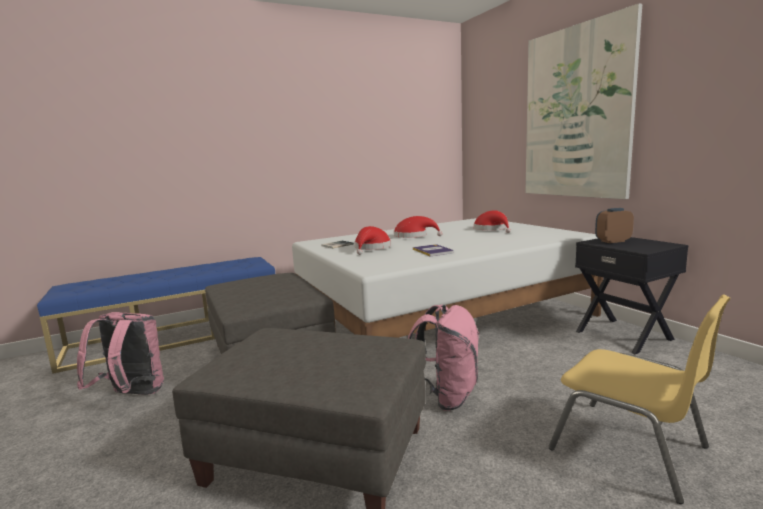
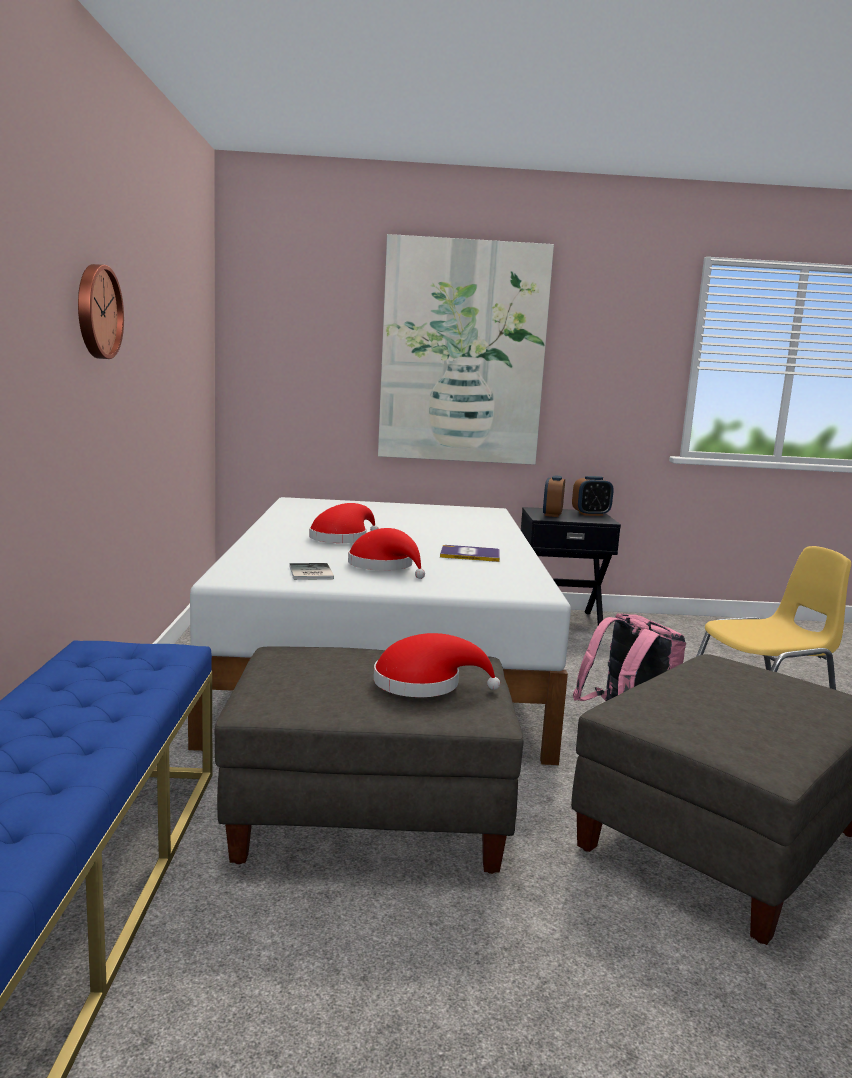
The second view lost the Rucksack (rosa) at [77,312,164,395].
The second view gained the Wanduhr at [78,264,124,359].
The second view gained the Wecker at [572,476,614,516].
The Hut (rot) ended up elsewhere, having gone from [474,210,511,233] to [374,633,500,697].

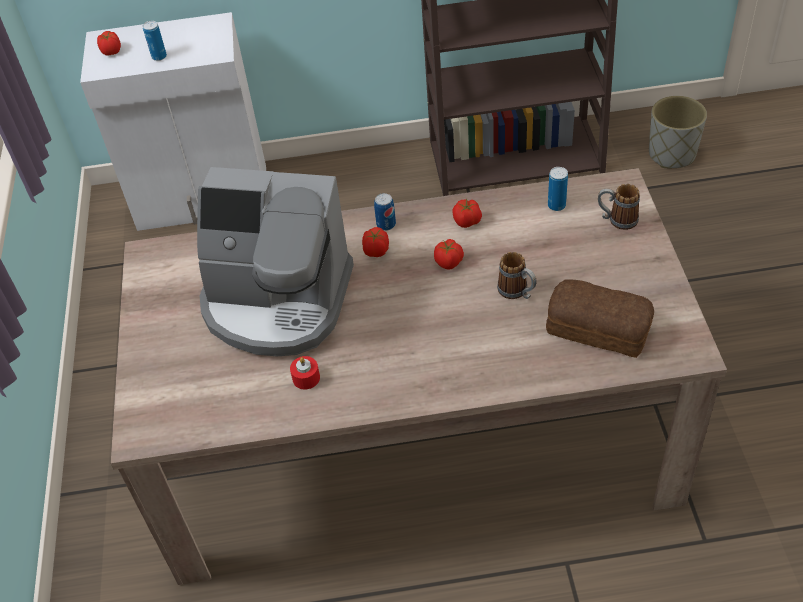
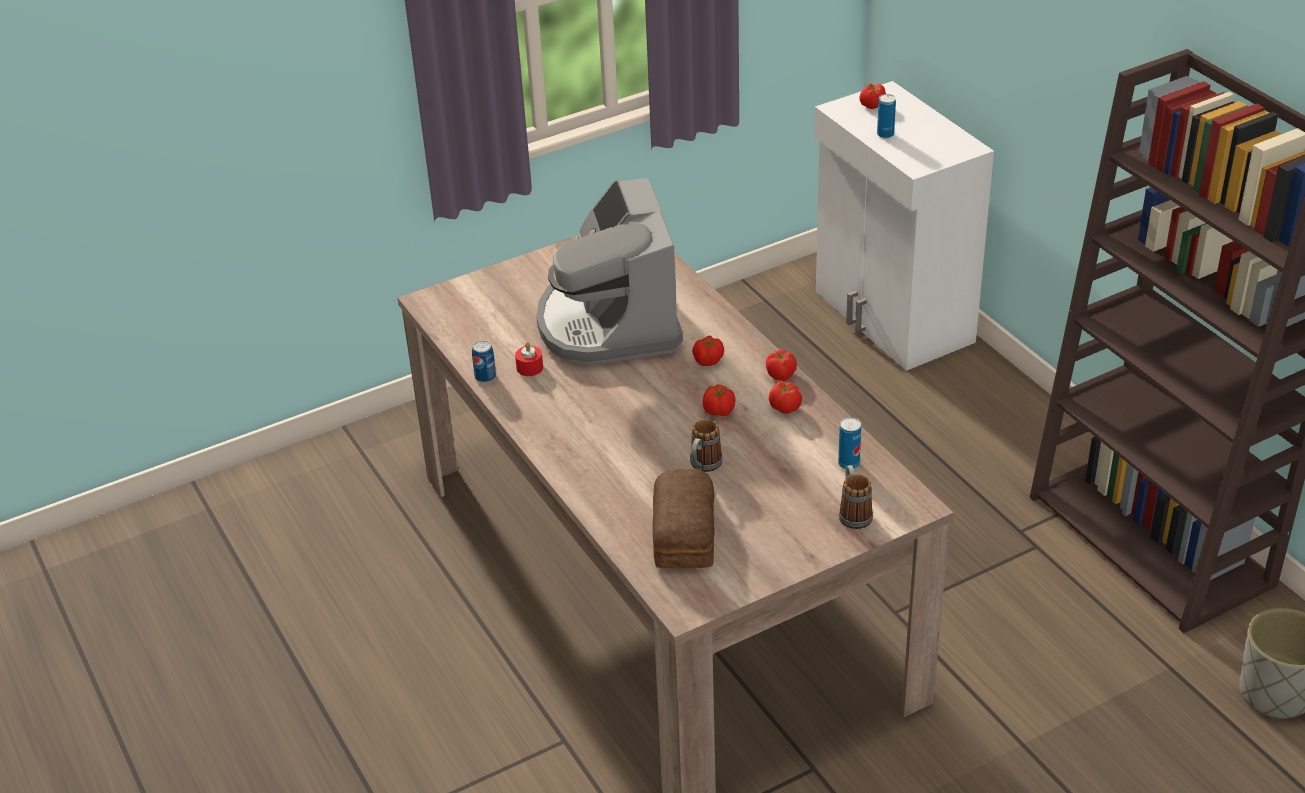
The second view gained the Tomate at [766,349,797,381].
The Dose ended up elsewhere, having gone from [374,193,396,231] to [472,341,496,383].

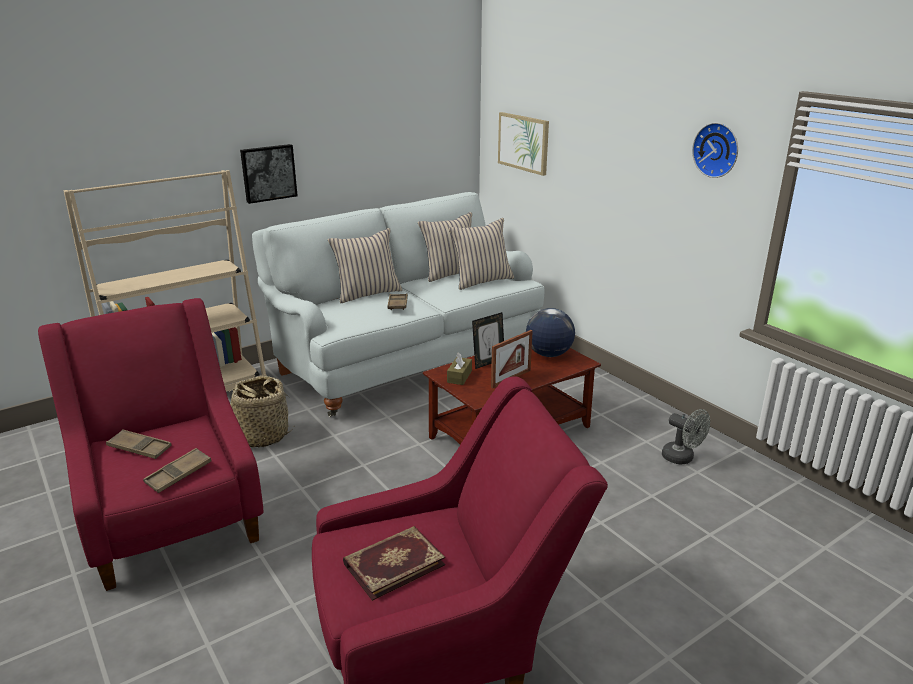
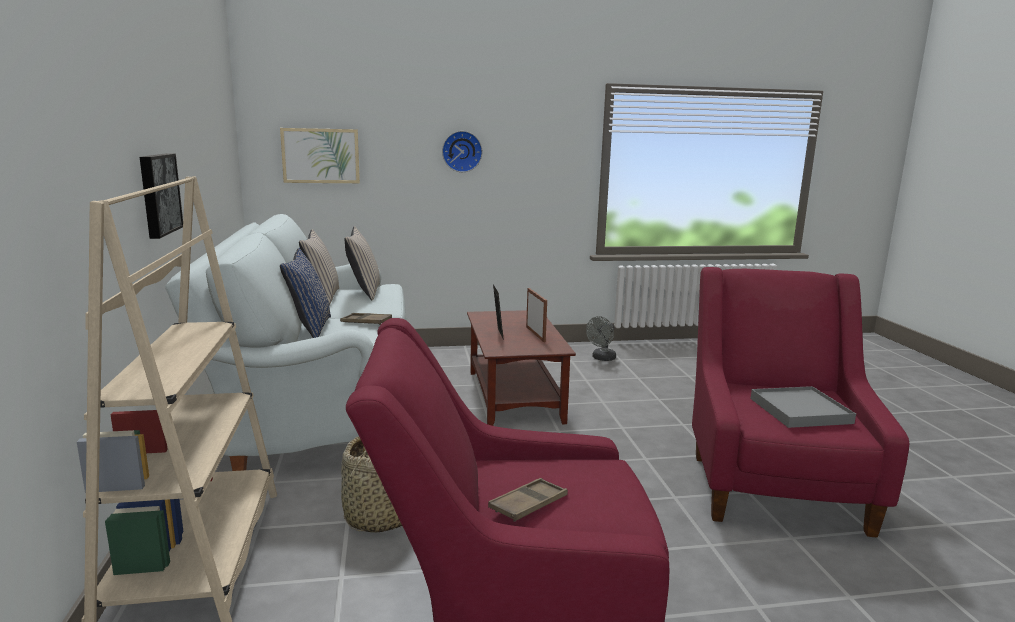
The second view lost the Tablett (braun) at [143,448,211,493].
The second view lost the Taschentuchbox (braun) at [447,352,472,385].
The second view lost the Globus at [526,308,575,357].
The Wanduhr ended up elsewhere, having gone from [692,123,738,178] to [442,131,482,172].
Where the Buch stood at [343,526,445,601], the Tablett (grau) came to stand at [751,386,856,428].
What was the Kissen (beige) at [328,228,402,303] turned into the Kissen (blau) at [280,248,331,338].
The Ventilator (grau) at [662,409,710,464] ended up facing another way, 150 degrees clockwise from before.

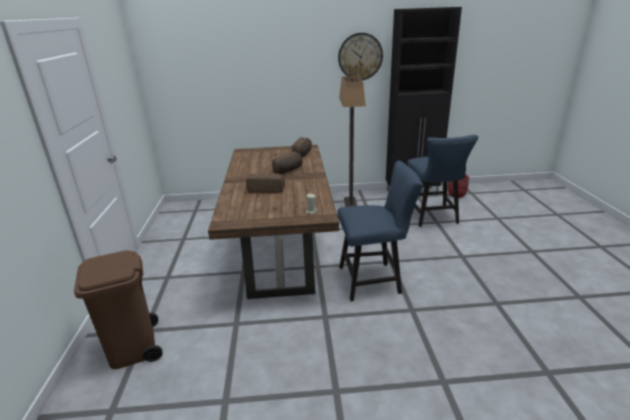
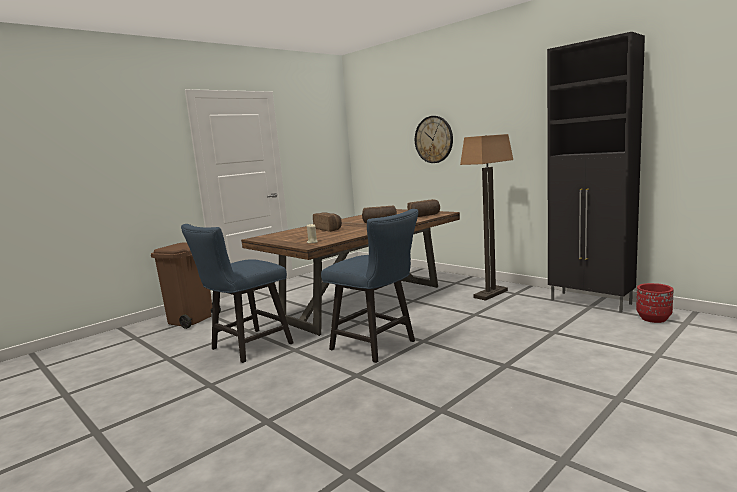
The Wanduhr ended up elsewhere, having gone from [338,33,383,80] to [415,116,453,163].
The Stuhl (blau) ended up elsewhere, having gone from [407,135,478,227] to [181,224,294,363].

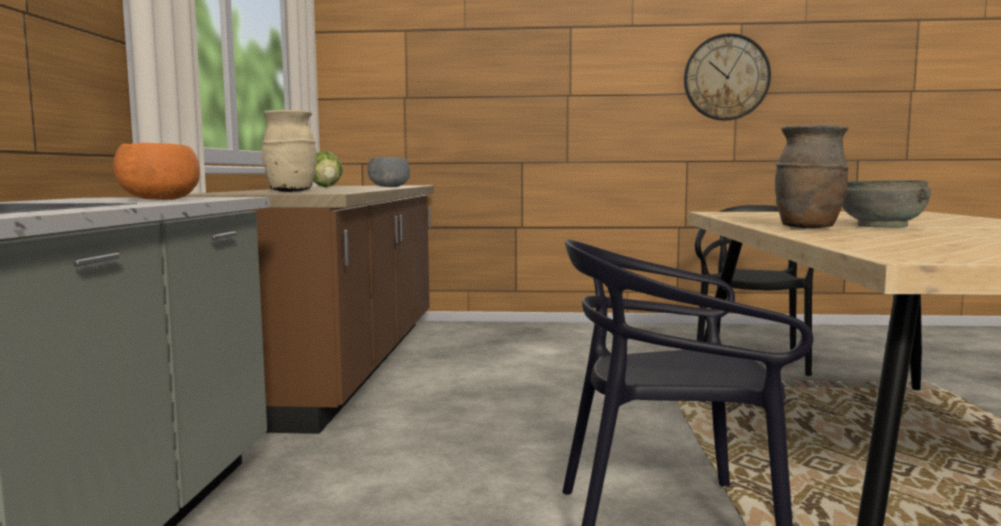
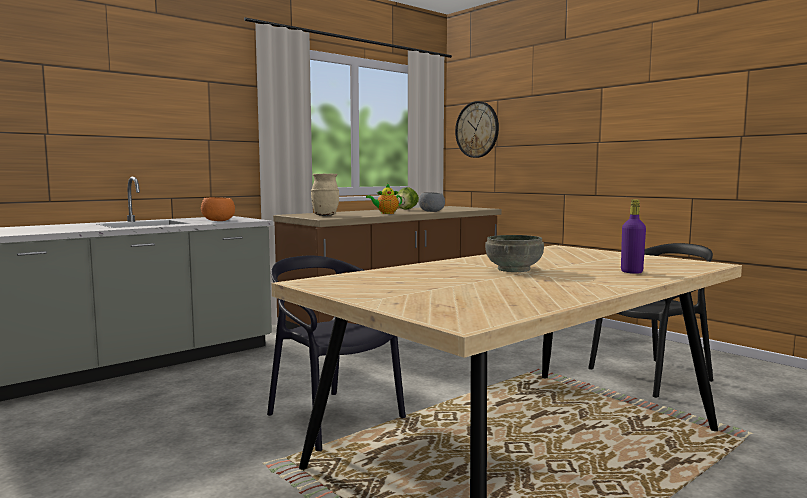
The second view lost the Vase (braun) at [775,125,849,228].
The second view gained the Teekanne at [366,183,402,214].
The second view gained the Flasche (lila) at [621,199,646,274].
The Wanduhr ended up elsewhere, having gone from [684,33,771,121] to [455,101,499,158].

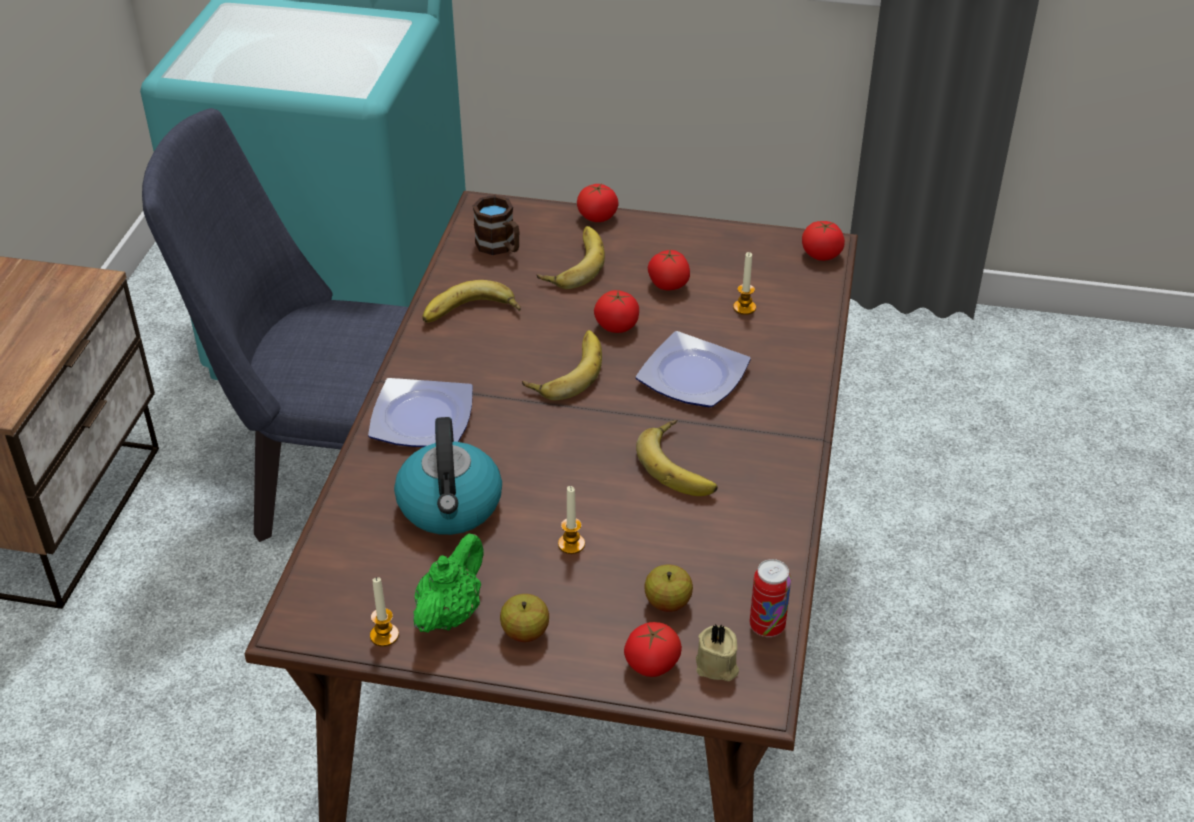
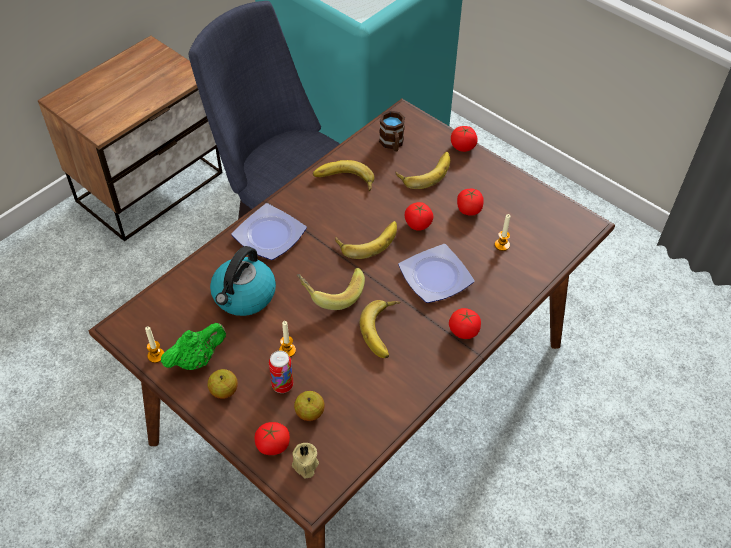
The second view gained the Banane at [297,268,365,310].
The Dose ended up elsewhere, having gone from [750,559,791,637] to [269,351,293,393].
The Tomate ended up elsewhere, having gone from [802,221,845,261] to [449,308,481,339].

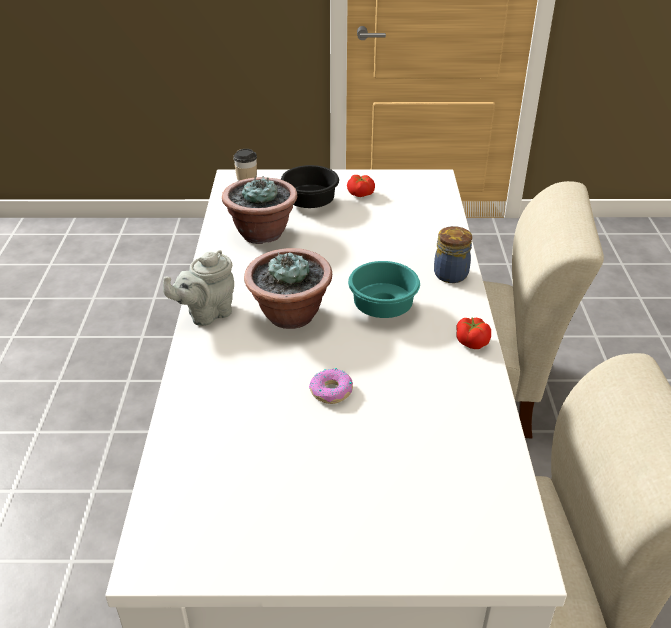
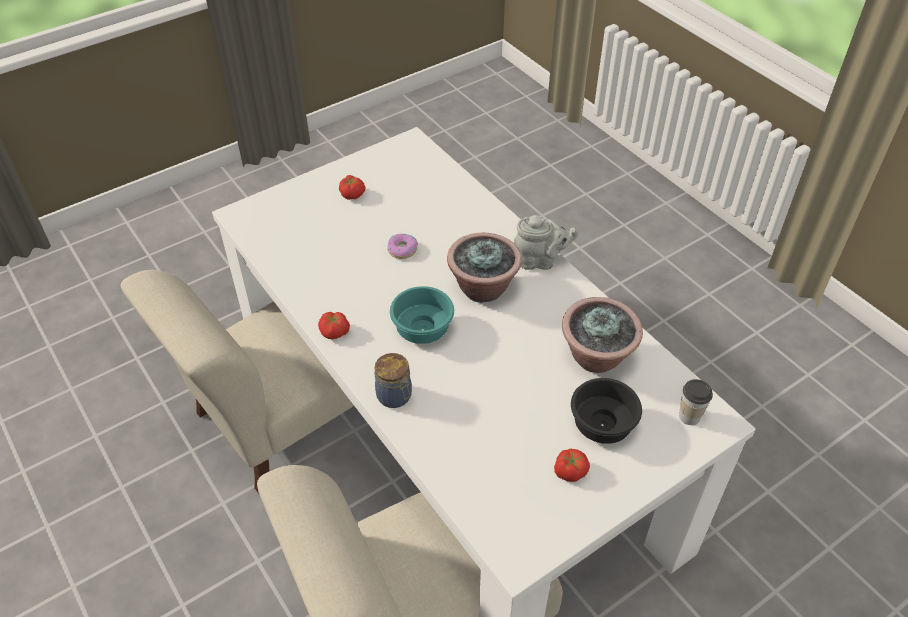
The second view gained the Tomate at [339,175,365,200].
The Teekanne (grau) at [163,250,234,326] ended up facing another way, 75 degrees clockwise from before.

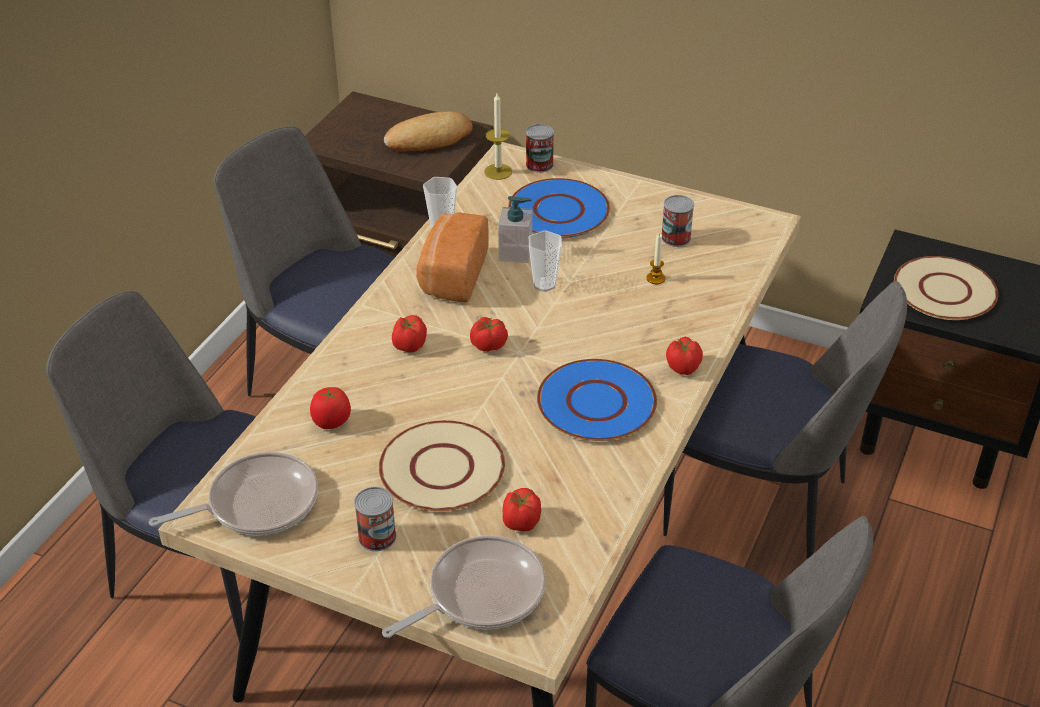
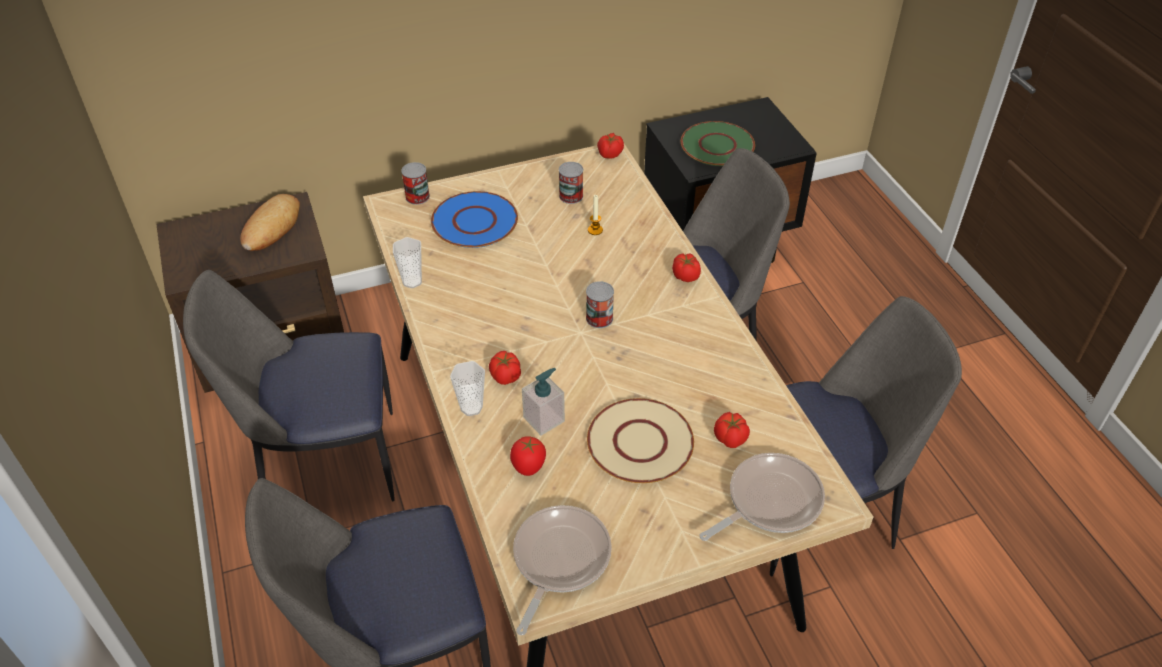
The second view lost the Brot at [416,212,489,302].
The second view lost the Kerze at [484,93,512,180].
The second view lost the Teller (blau) at [537,359,657,441].
The Dose ended up elsewhere, having gone from [354,487,396,551] to [586,281,614,328].
The Tomate ended up elsewhere, having gone from [470,317,508,352] to [597,133,624,159].
The Seifenspender ended up elsewhere, having gone from [498,196,532,263] to [522,368,565,436].
The Tasse ended up elsewhere, having gone from [529,230,562,292] to [450,361,485,416].
What was the Teller (beige) at [894,256,998,320] turned into the Teller (grün) at [681,121,755,166].
The Pfanne at [382,535,546,638] ended up facing another way, 45 degrees clockwise from before.

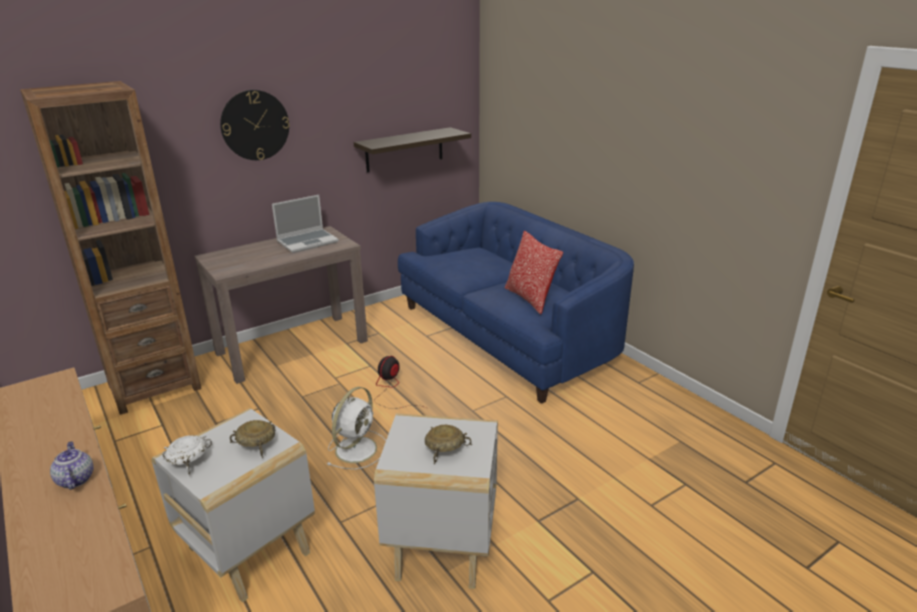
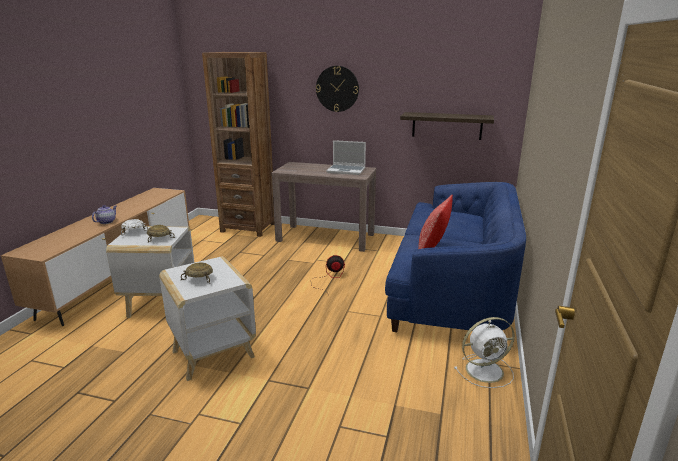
The Ventilator (weiß) ended up elsewhere, having gone from [327,387,386,469] to [454,317,515,388].

